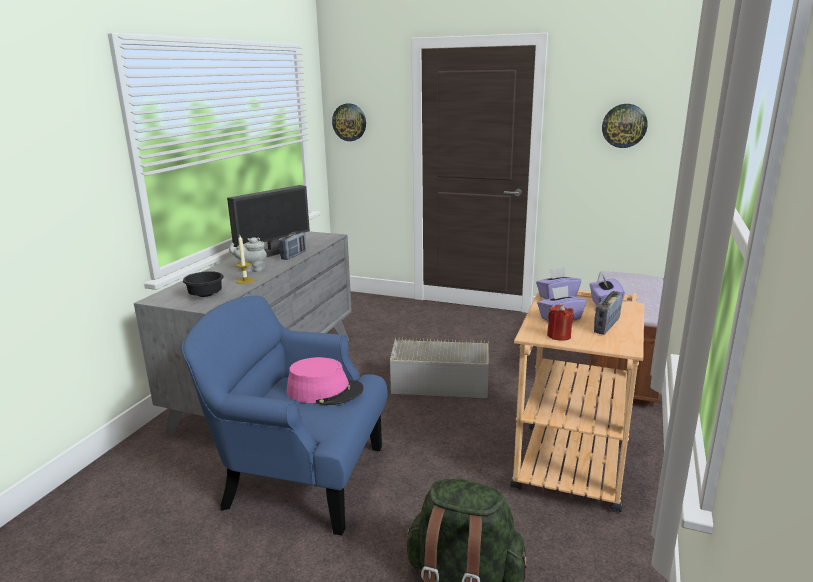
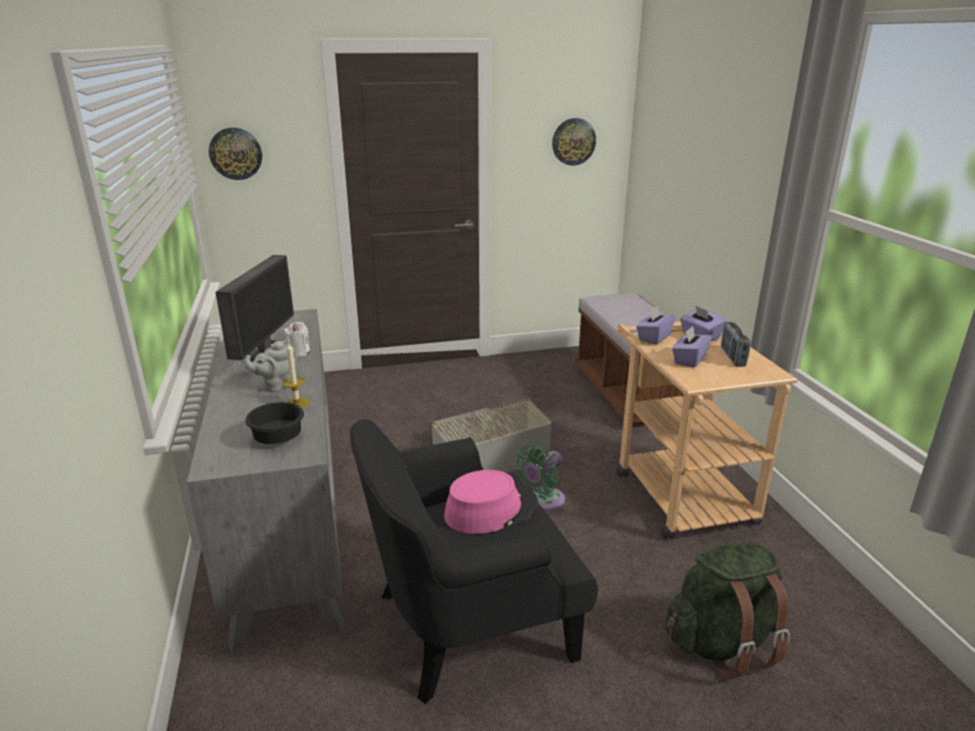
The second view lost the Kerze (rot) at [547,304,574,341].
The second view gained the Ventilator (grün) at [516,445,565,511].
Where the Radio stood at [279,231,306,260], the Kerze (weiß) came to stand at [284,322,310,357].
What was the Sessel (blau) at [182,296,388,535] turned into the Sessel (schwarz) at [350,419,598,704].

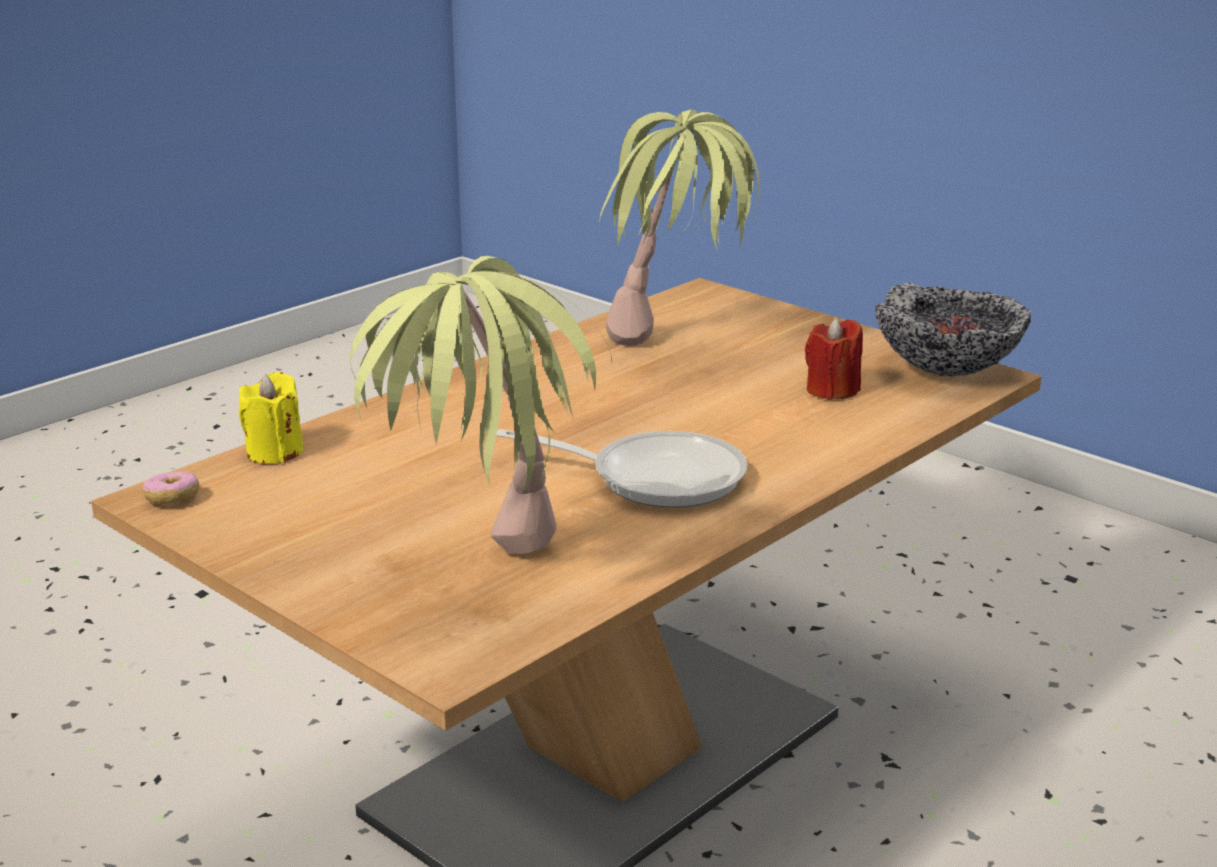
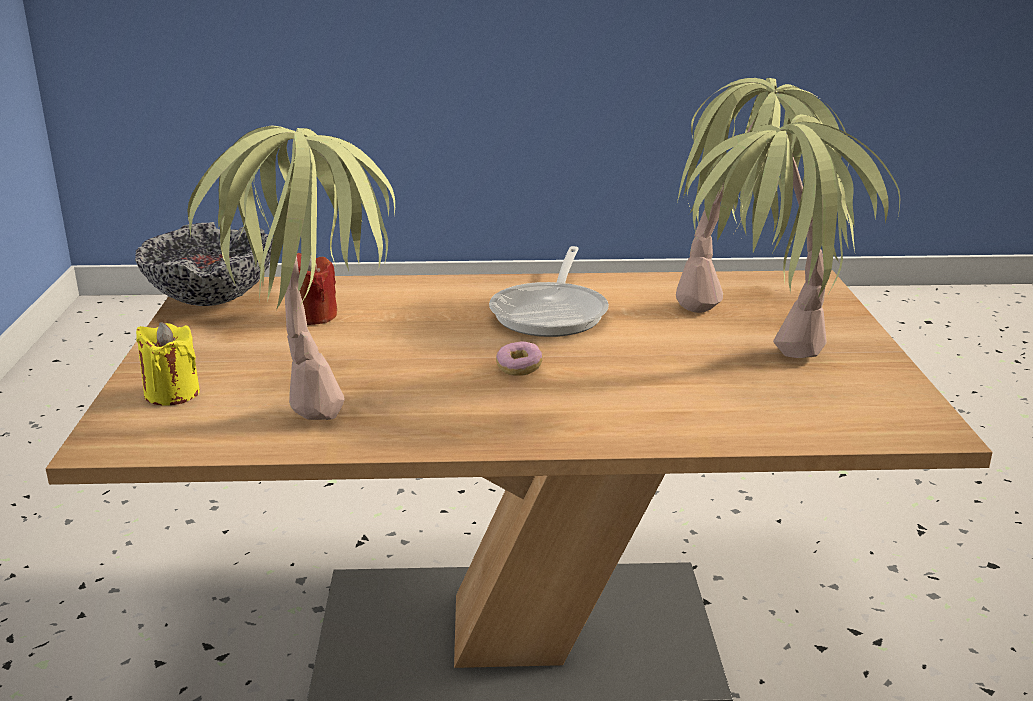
The second view gained the Topfpflanze at [687,114,900,358].
The Donut ended up elsewhere, having gone from [142,471,199,504] to [496,341,543,376].
The Kerze (gelb) ended up elsewhere, having gone from [239,372,303,463] to [136,322,200,406].
The Pfanne at [496,429,748,508] ended up facing another way, 135 degrees counterclockwise from before.

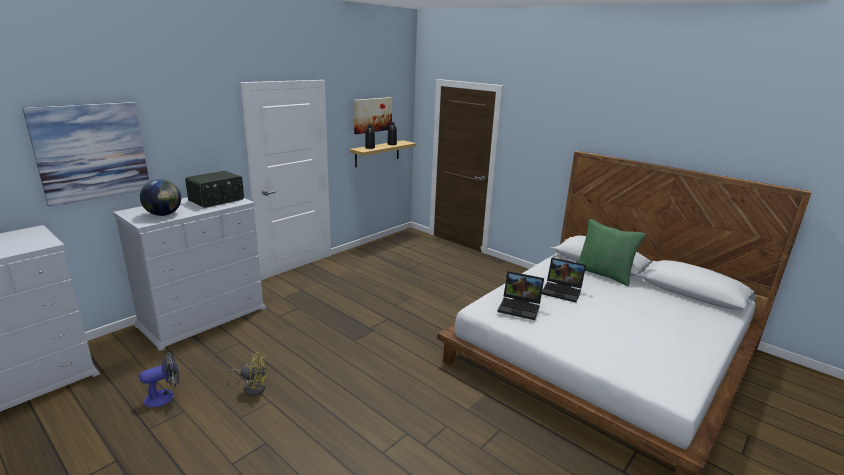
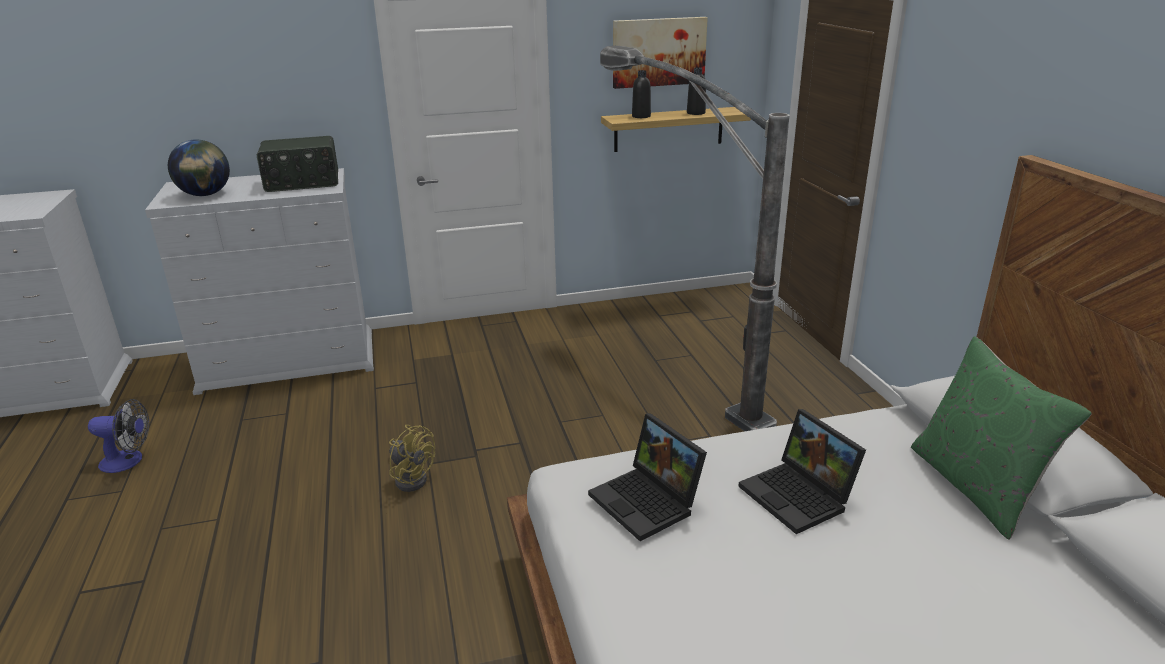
The second view lost the Bild at [22,102,149,207].
The second view gained the Stehlampe at [600,46,789,431].
The Ventilator (gelb) ended up elsewhere, having gone from [229,352,268,396] to [389,425,435,492].

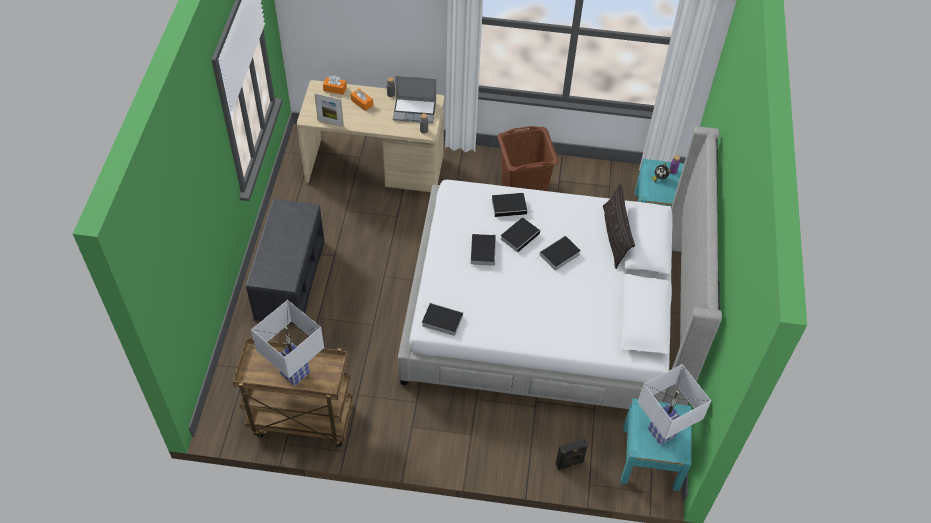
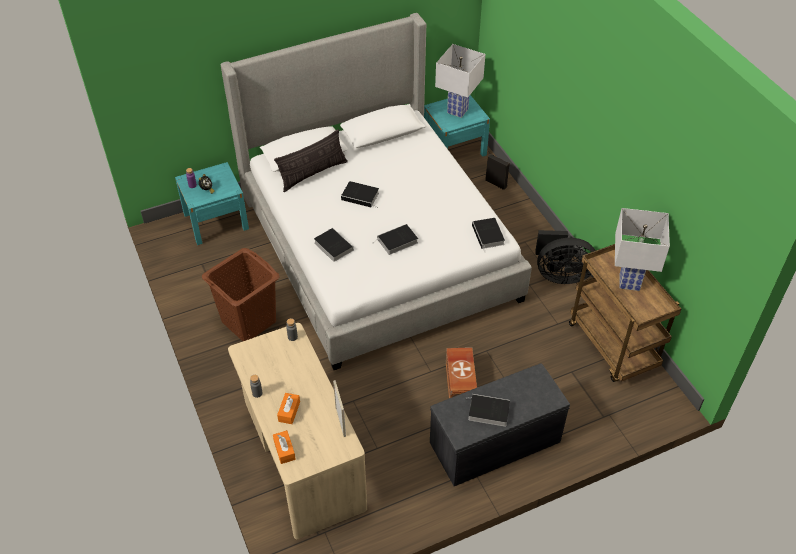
The second view lost the Laptop at [393,76,436,123].
The second view gained the Aufbewahrungsbox (braun) at [446,347,477,398].
The second view gained the Ventilator (schwarz) at [535,230,596,284].
The Buch ended up elsewhere, having gone from [500,217,543,253] to [465,394,510,427].

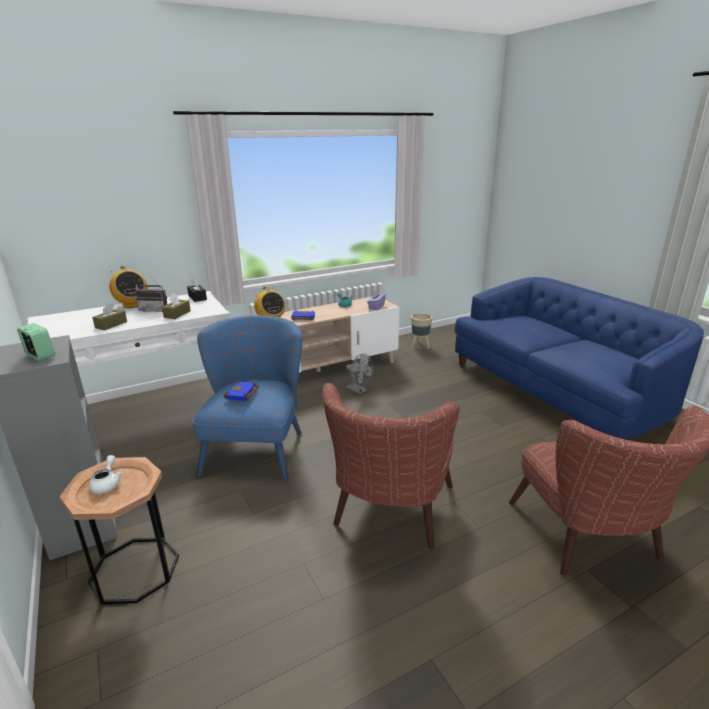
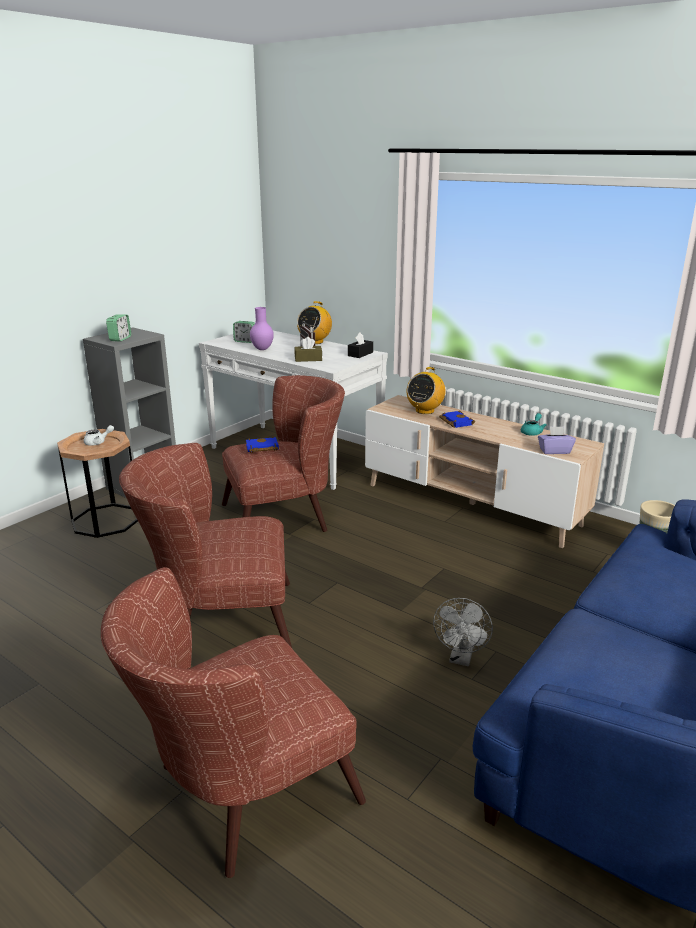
The second view gained the Wecker at [233,321,255,343].
The Ventilator (grau) ended up elsewhere, having gone from [346,354,374,394] to [433,598,493,666].
Where the Taschentuchbox (braun) stood at [92,303,127,330], the Vase (lila) came to stand at [250,307,274,350].
What was the Sessel (blau) at [193,315,302,481] turned into the Sessel (braun) at [222,375,345,532].

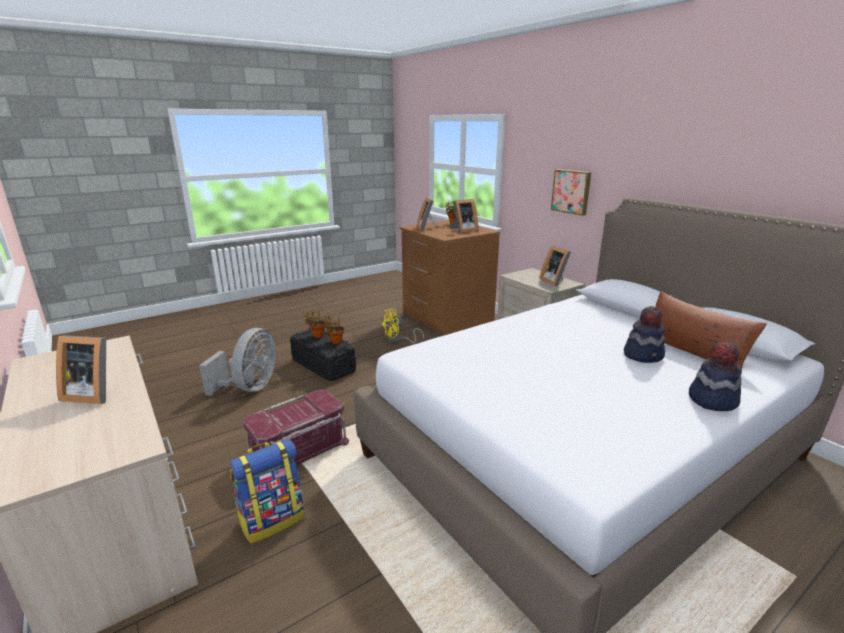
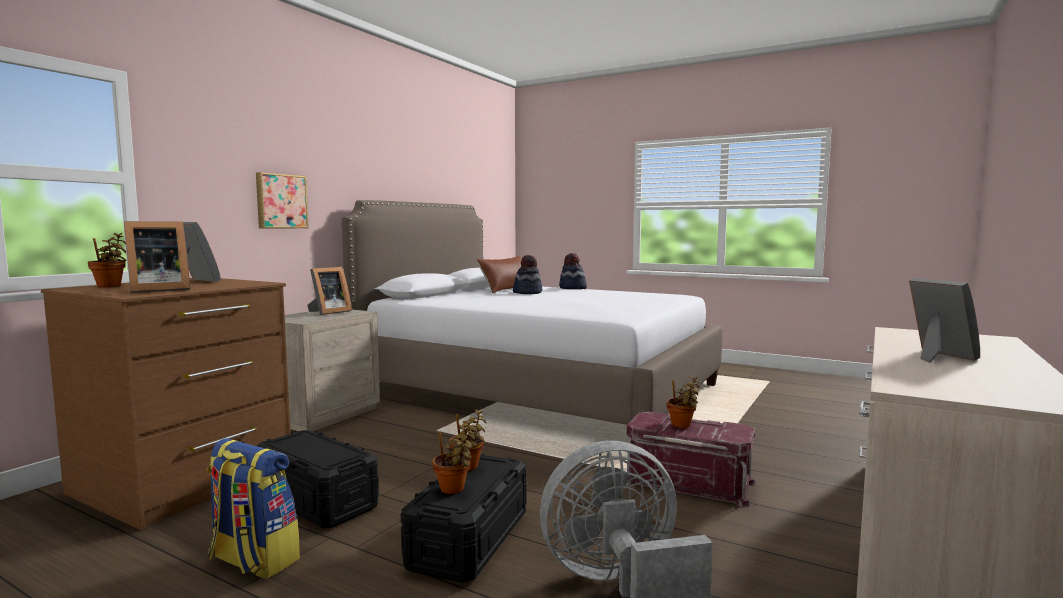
The second view gained the Topfpflanze at [666,376,701,428].
The Rucksack ended up elsewhere, having gone from [230,439,305,544] to [207,438,300,579].
Where the Ventilator (gelb) stood at [381,309,424,343], the Aufbewahrungsbox (schwarz) came to stand at [257,430,379,528].

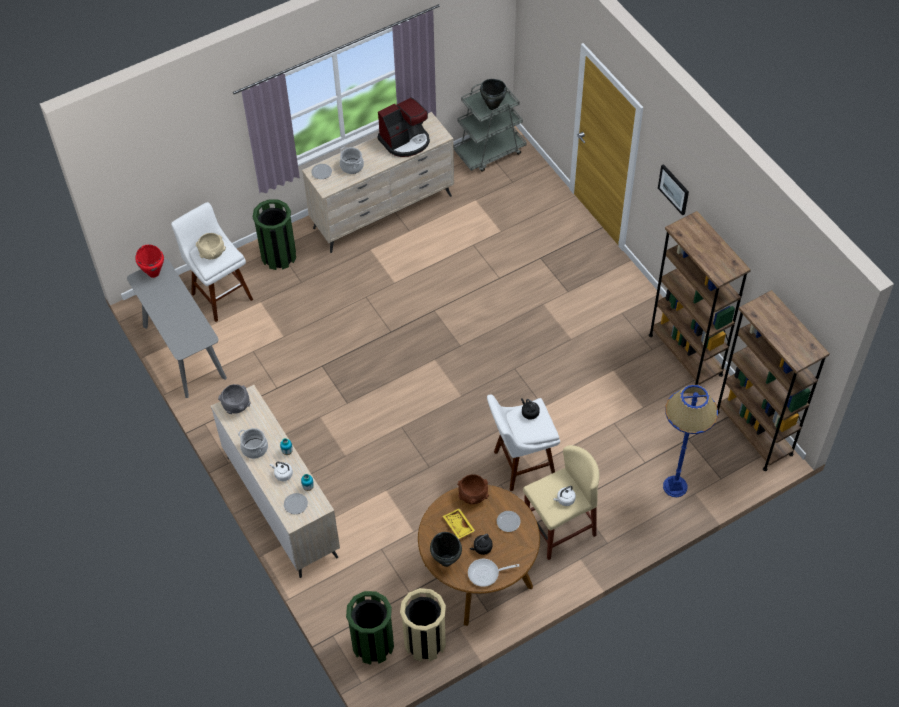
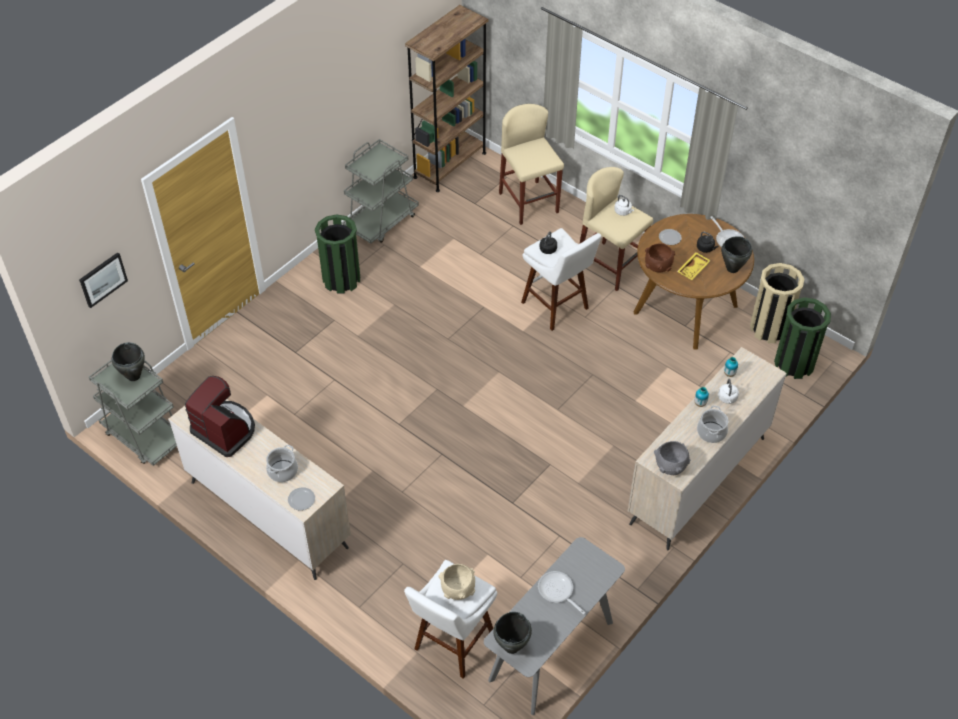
The second view lost the Teller at [284,493,308,514].
The second view gained the Pfanne at [538,571,585,615].
The Mülleimer (grün) ended up elsewhere, having gone from [253,199,296,270] to [315,214,360,293].
The Bild ended up elsewhere, having gone from [658,164,689,216] to [79,252,128,308].
Where the Bücherregal (braun) stood at [649,211,751,385], the Rollwagen (grau) came to stand at [343,139,419,244].
Where the Stehlampe (blau) stood at [663,385,718,497], the Hocker (beige) came to stand at [499,104,564,225].
What was the Kochtopf (rot) at [135,245,164,278] turned into the Kochtopf (schwarz) at [493,612,532,654].

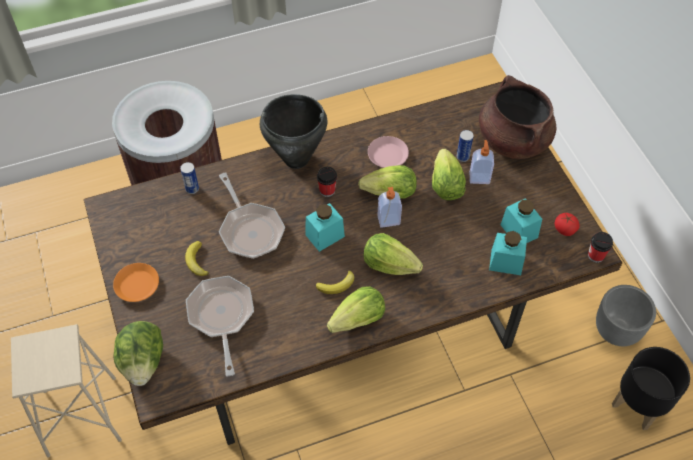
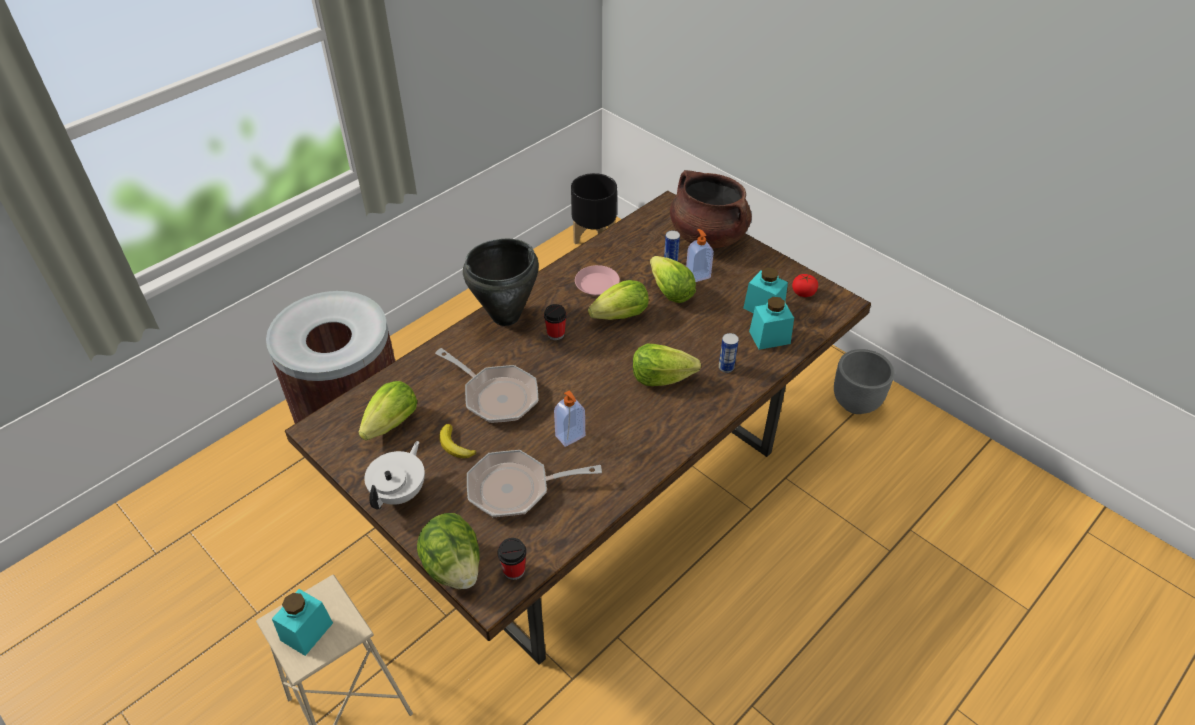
The second view lost the Banane at [316,271,354,294].
The Dose ended up elsewhere, having gone from [180,162,199,194] to [719,333,739,373].
The Vorratsglas (türkis) ended up elsewhere, having gone from [305,203,345,252] to [272,589,333,656].
The Salatkopf ended up elsewhere, having gone from [327,286,385,333] to [358,381,417,441].
The Seifenspender ended up elsewhere, having gone from [377,187,402,228] to [554,390,585,447].
The Tasse ended up elsewhere, having gone from [588,232,613,263] to [498,538,526,580].
The Pflanzkübel (schwarz) ended up elsewhere, having gone from [612,347,690,430] to [571,173,617,244].
Where the Teller (orange) stood at [113,263,159,302], the Teekanne (weiß) came to stand at [364,441,425,510].
The Pfanne at [186,276,254,376] ended up facing another way, 60 degrees counterclockwise from before.

